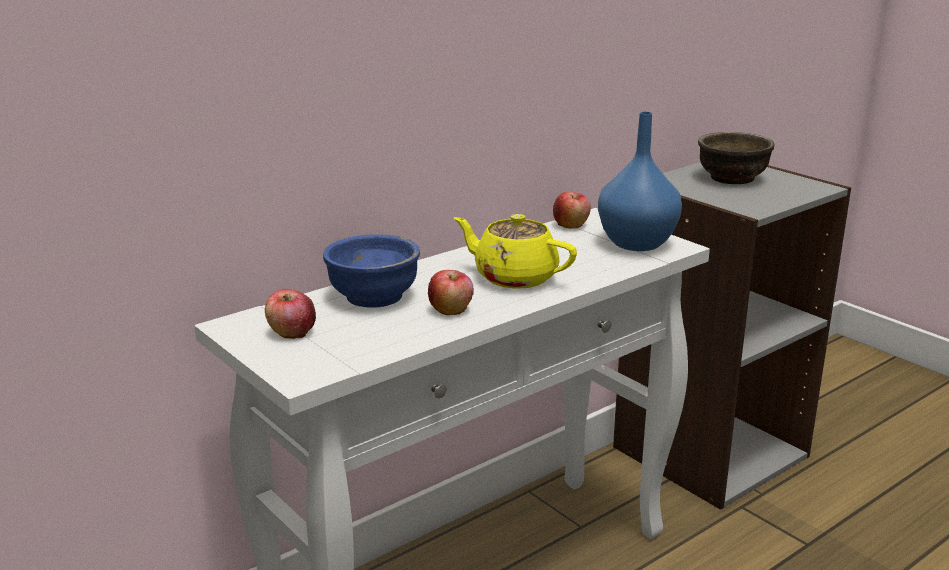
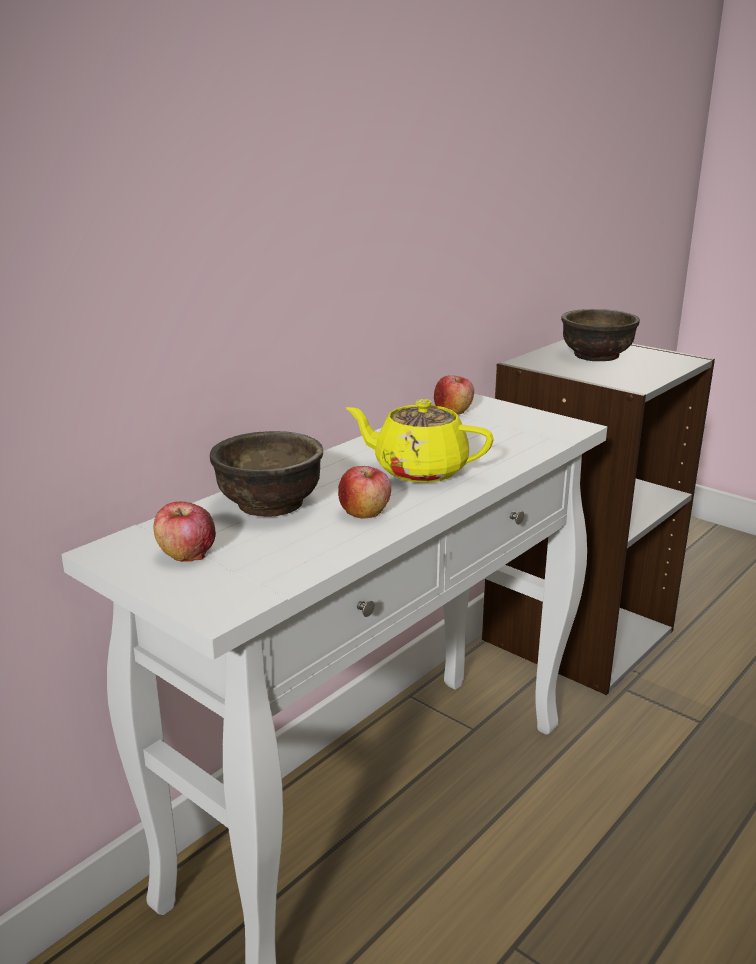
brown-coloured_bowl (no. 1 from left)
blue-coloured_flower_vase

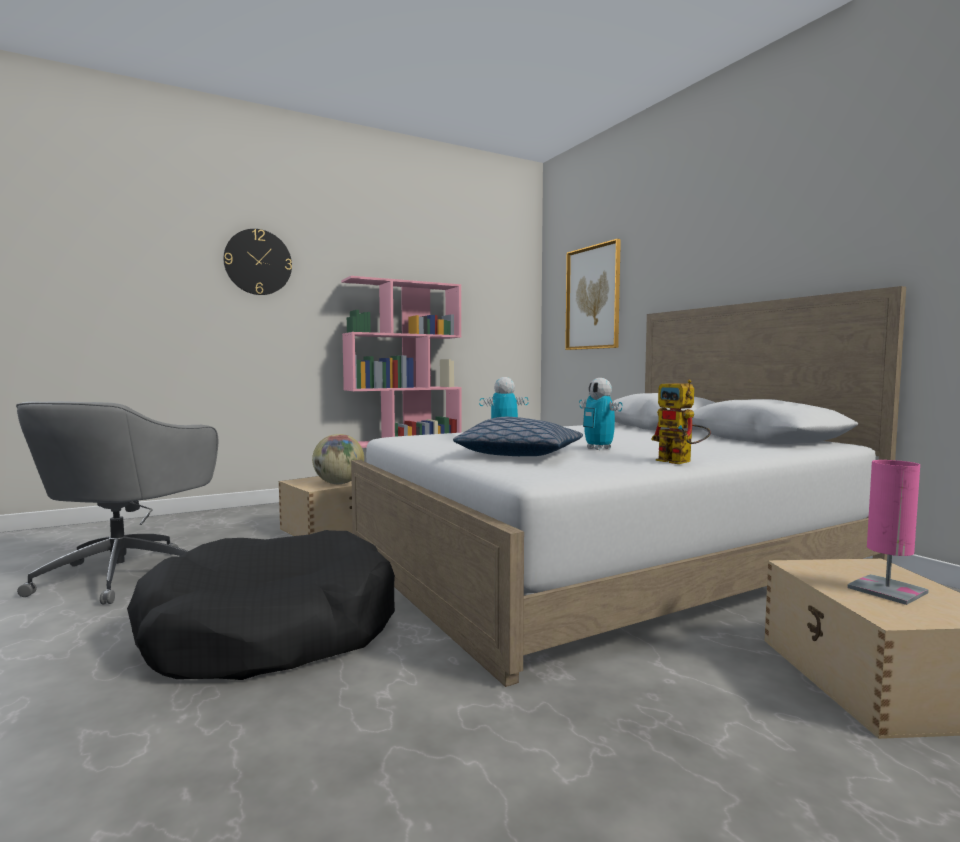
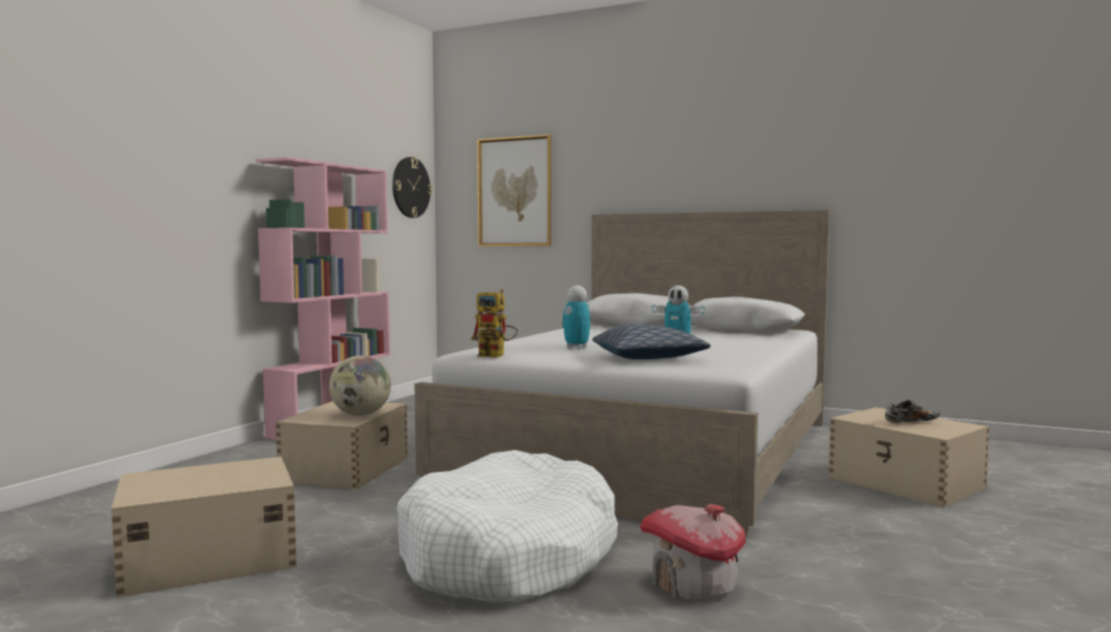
beige-coloured_storage_bin (no. 1 from left)
wall_clock
whitish_pet_bed
robot_figure (no. 1 from left)
toy_house
item_of_footwear

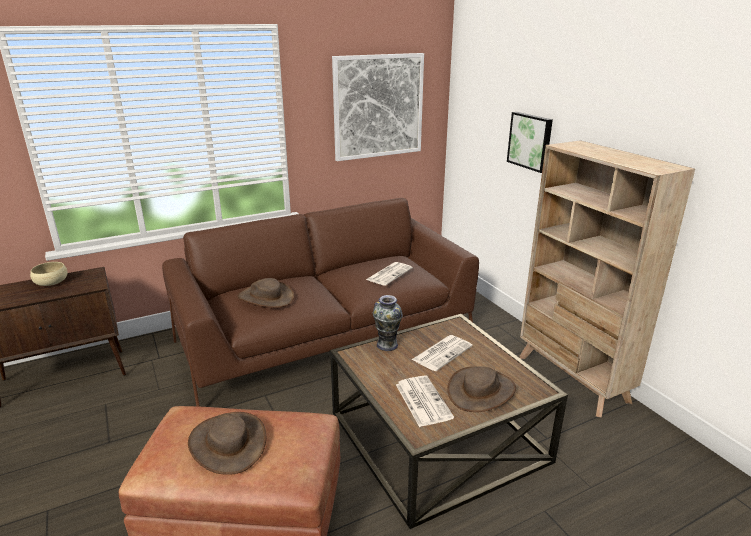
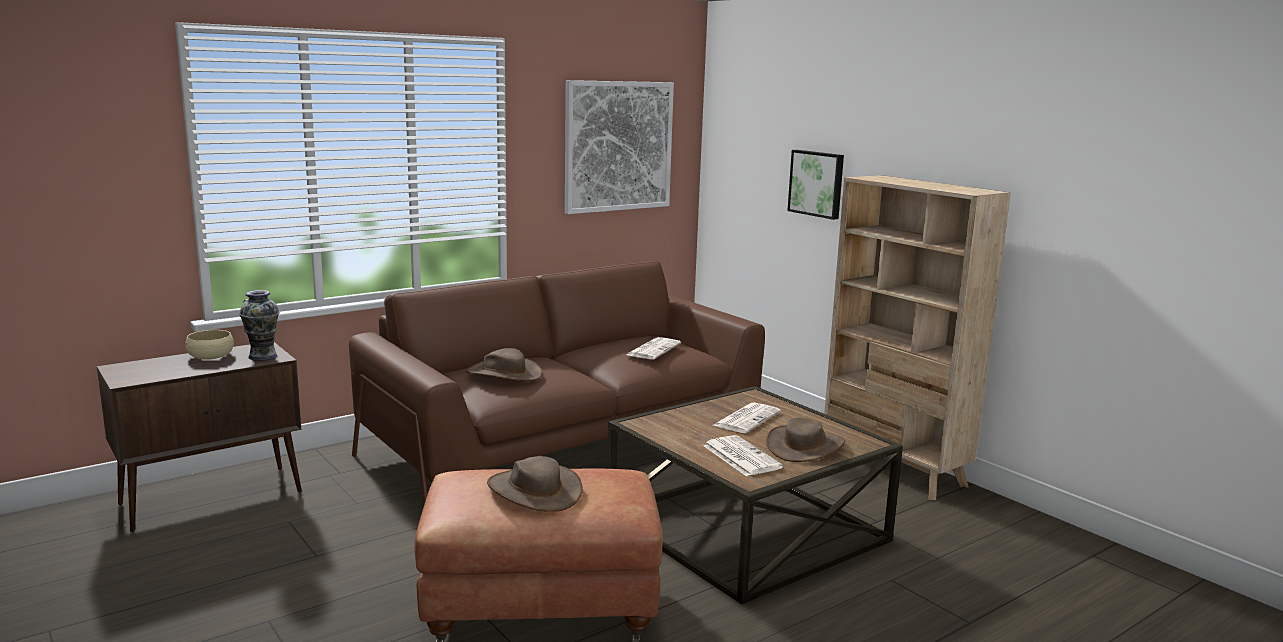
flower_vase

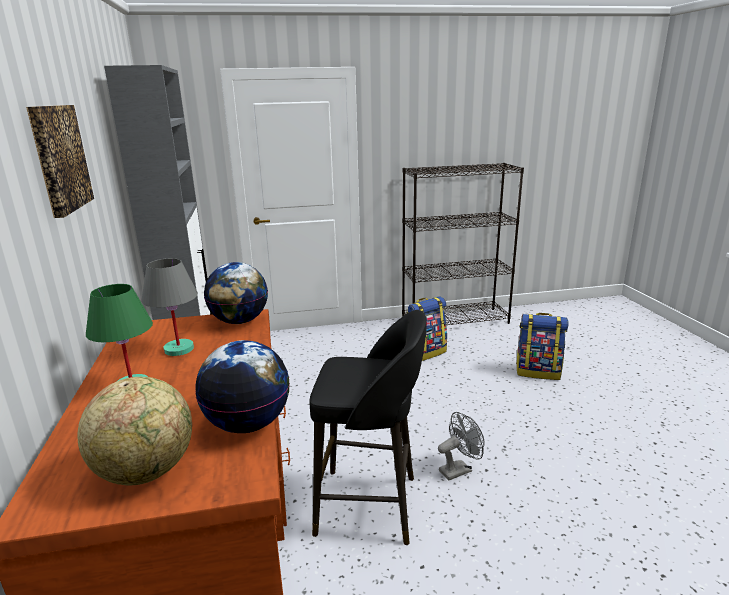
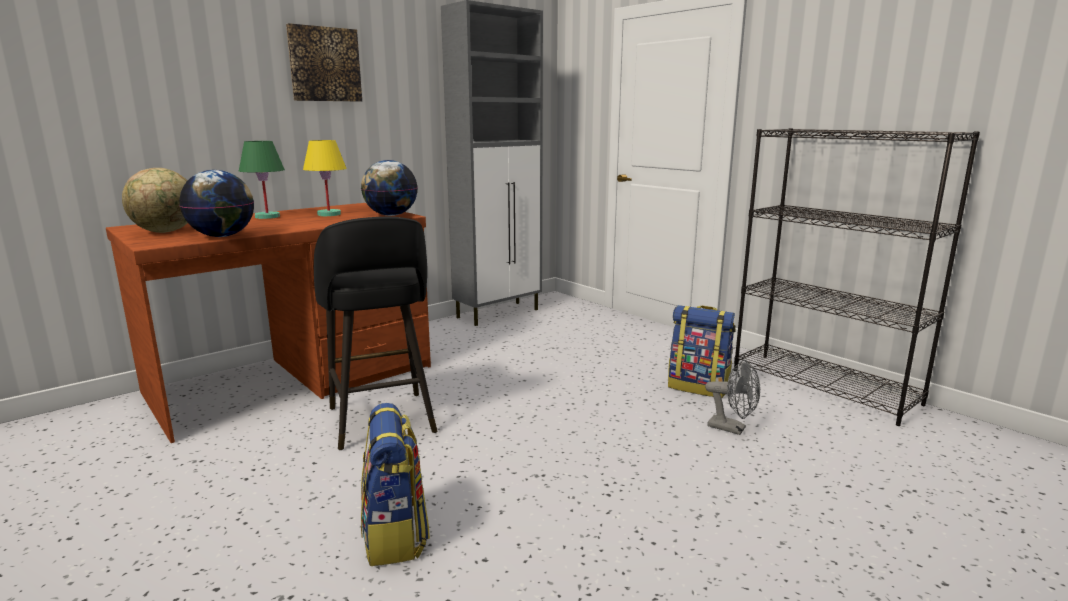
yellow_table_lamp
backpack (no. 1 from left)
greyish_fan

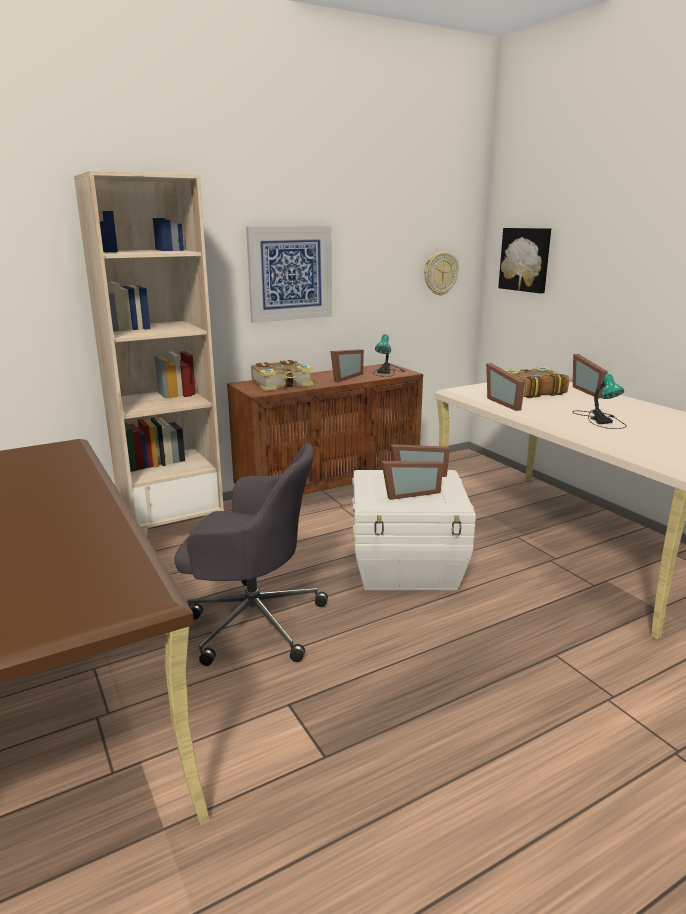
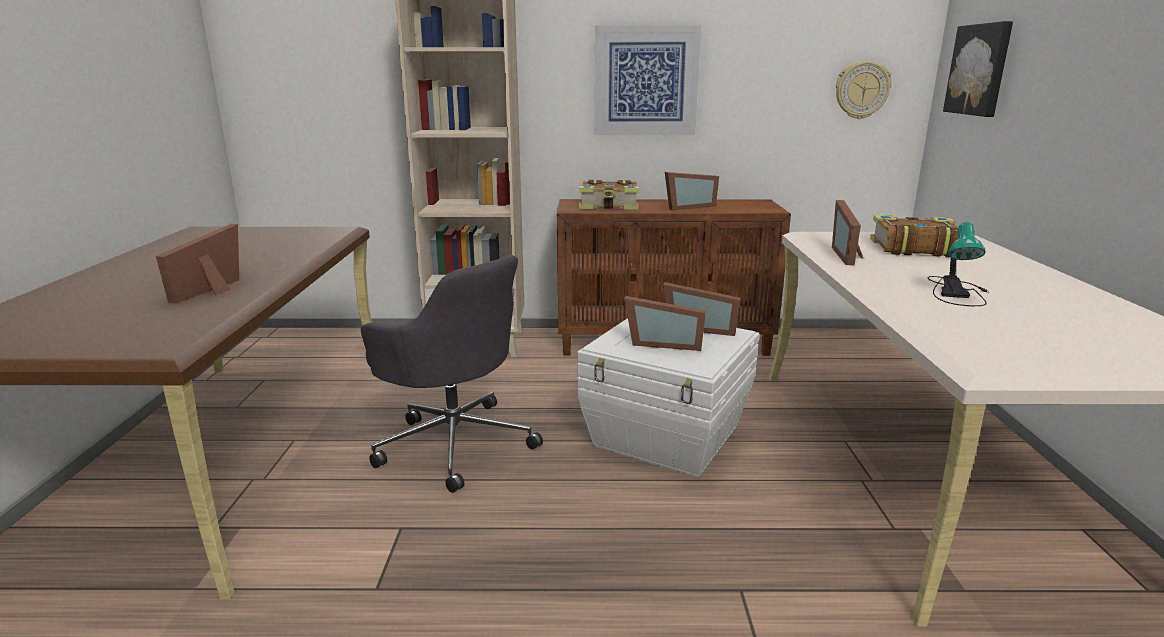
photo_frame (no. 1 from left)
table_lamp (no. 1 from left in the first image)

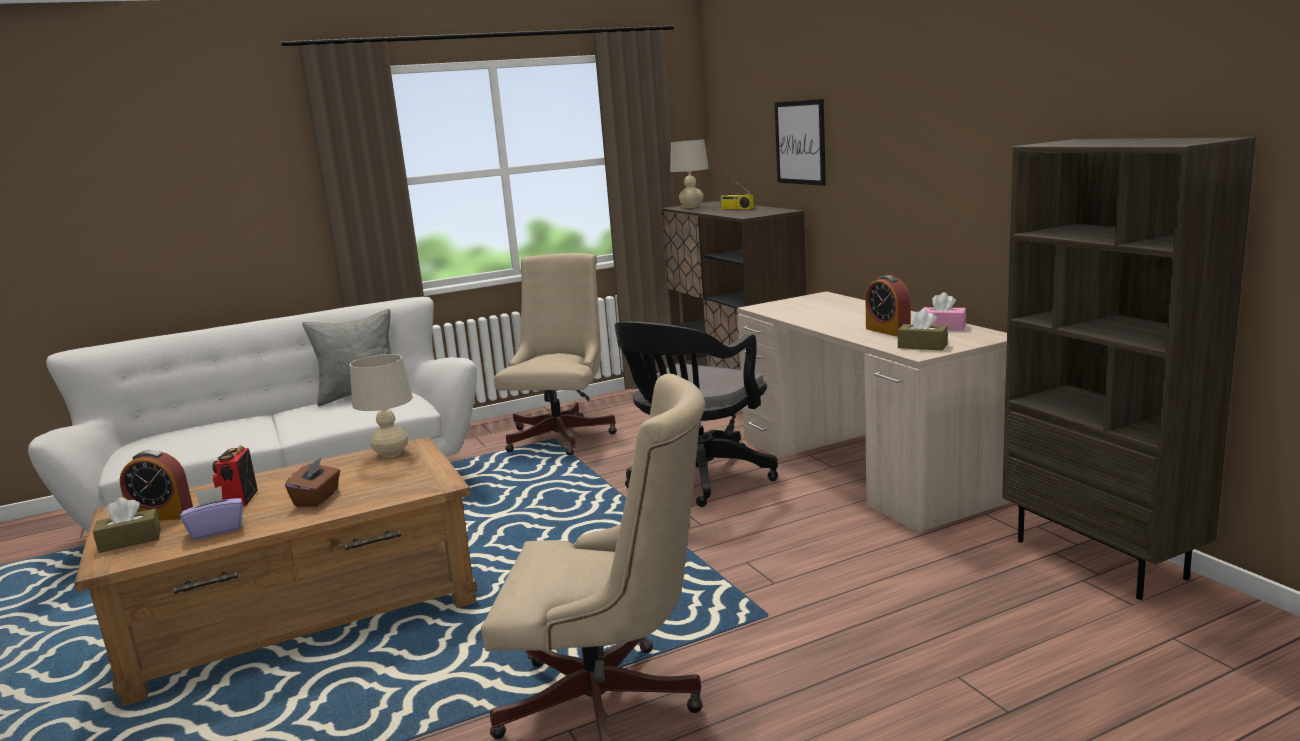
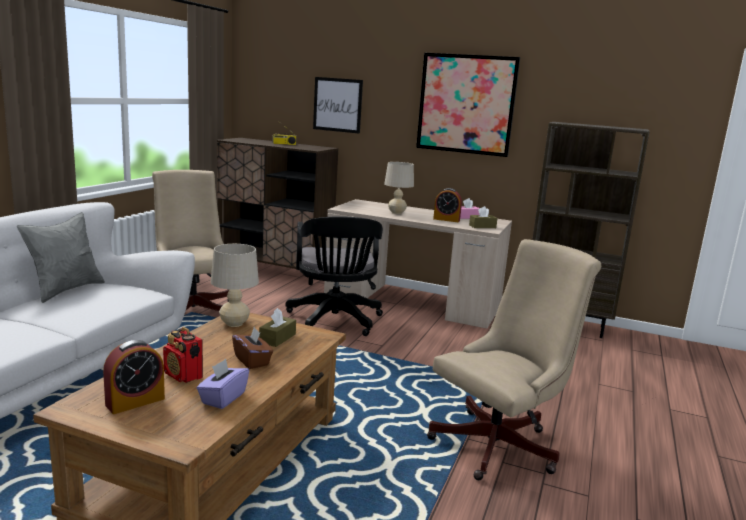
brown-coloured_tissue_box (no. 2 from left)
beige-coloured_table_lamp (no. 2 from left)
wall_picture (no. 2 from left)

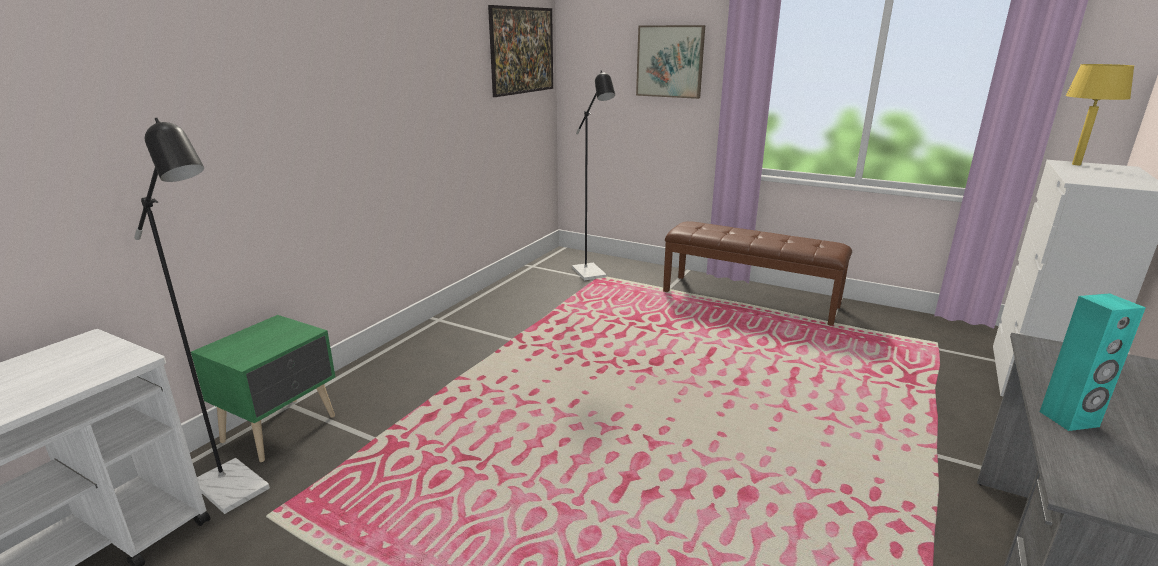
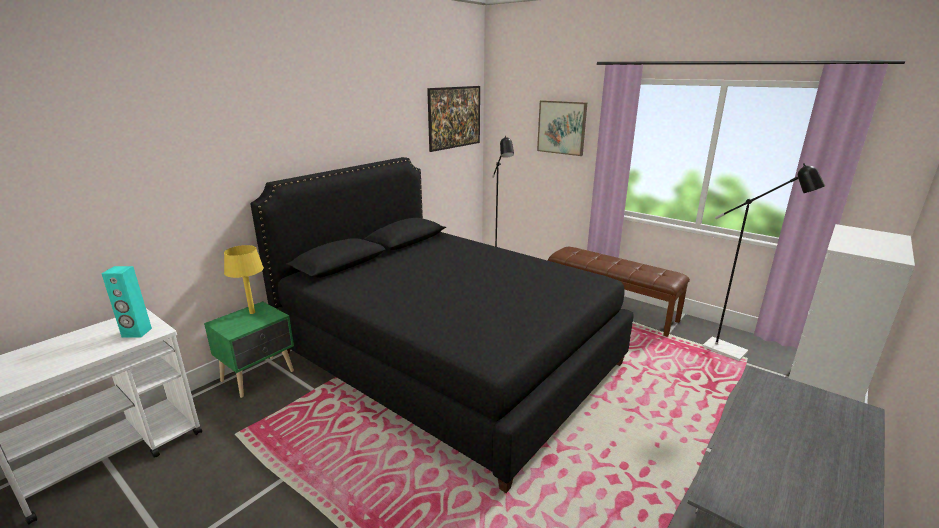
blue-green_loudspeaker
yellow_table_lamp
black-coloured_bed
black-coloured_standing_lamp (no. 2 from left)

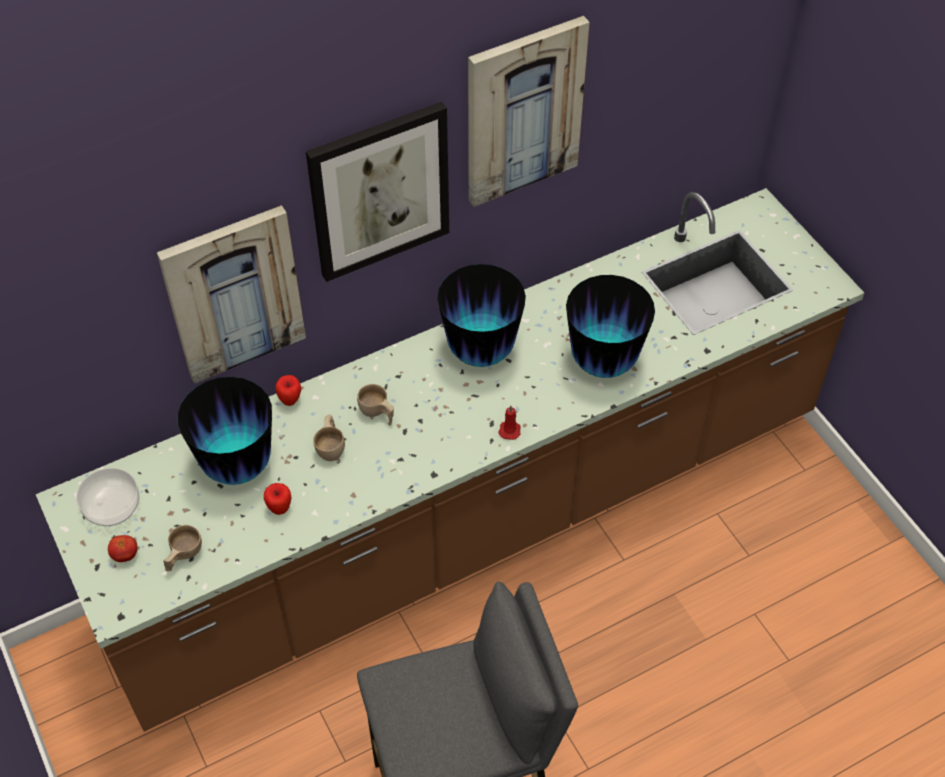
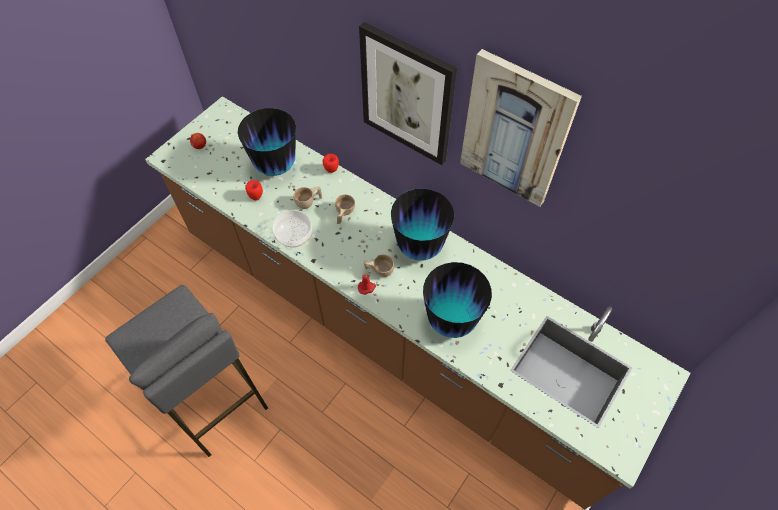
bowl
beige-coloured_drinking_cup (no. 3 from left)
wall_picture (no. 1 from left in the first image)

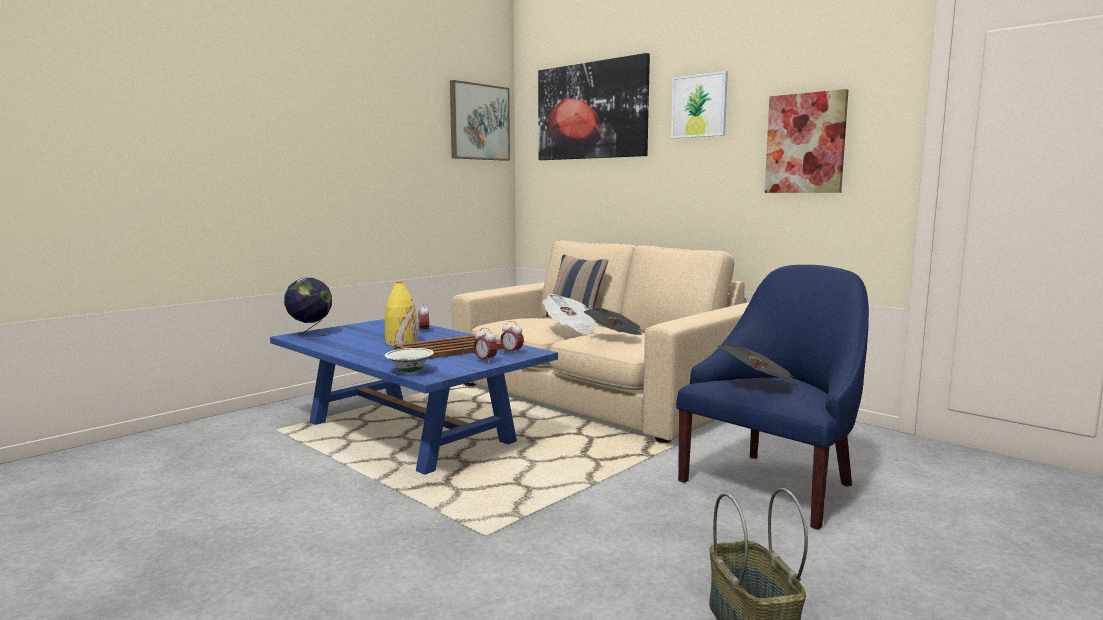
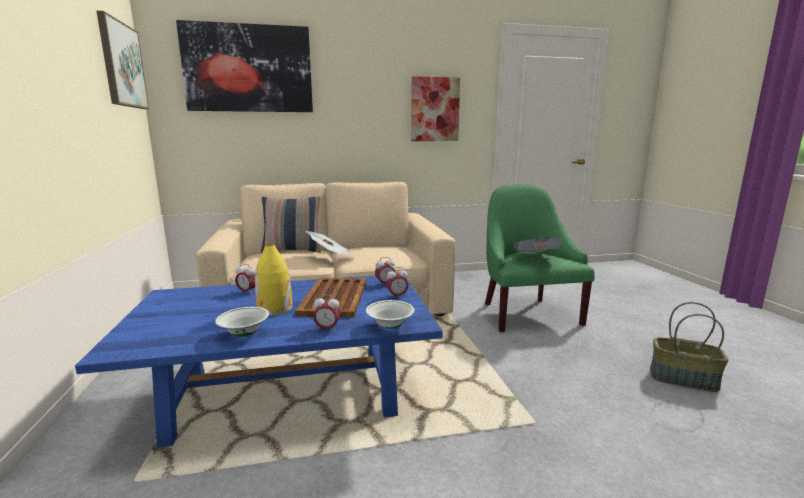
whitish_bowl (no. 1 from left)
table_clock (no. 2 from left)
green_easy_chair
desk_globe
newspaper (no. 2 from left in the first image)
wall_picture (no. 3 from left in the first image)

